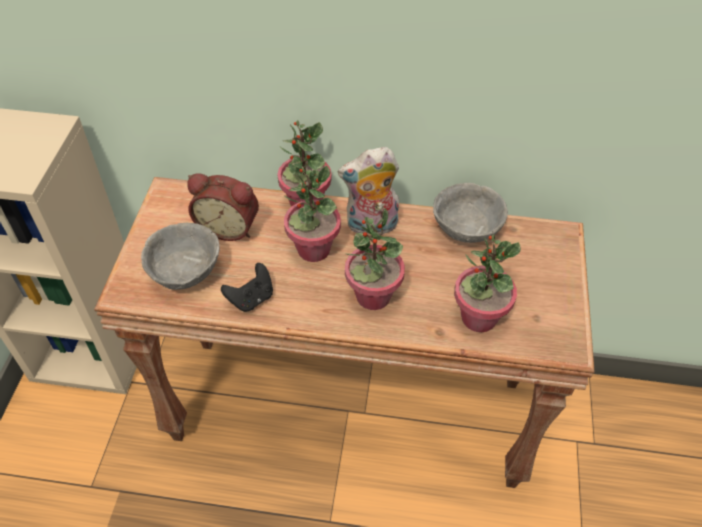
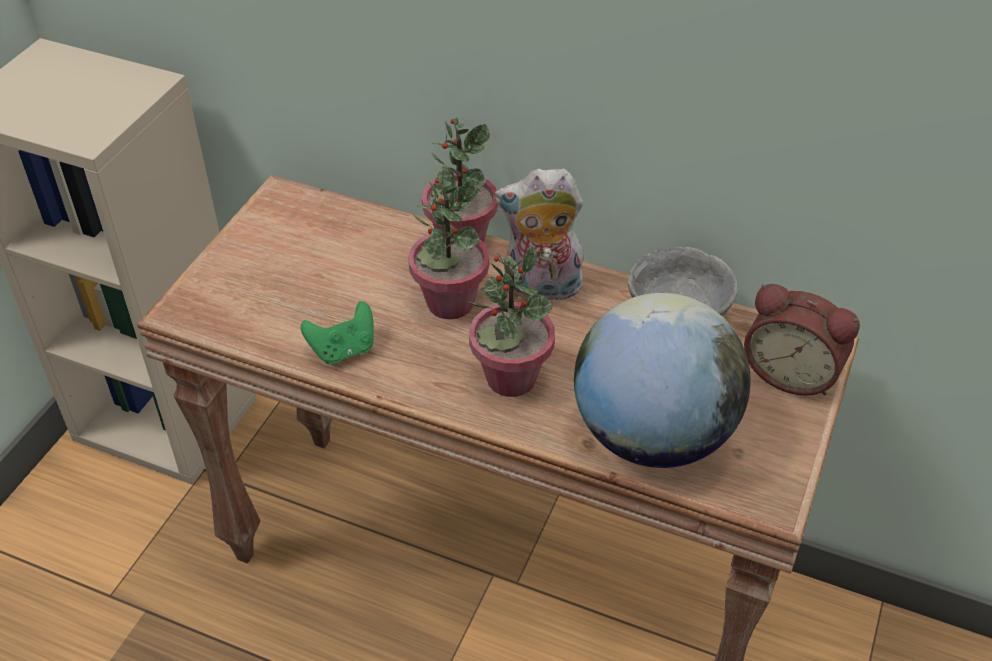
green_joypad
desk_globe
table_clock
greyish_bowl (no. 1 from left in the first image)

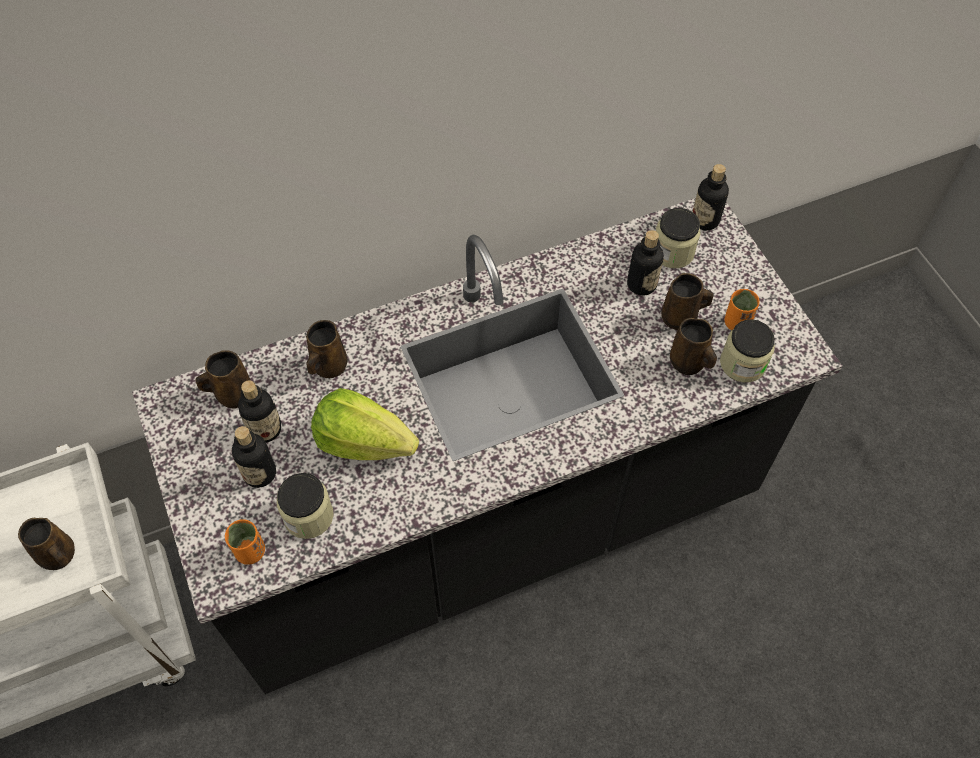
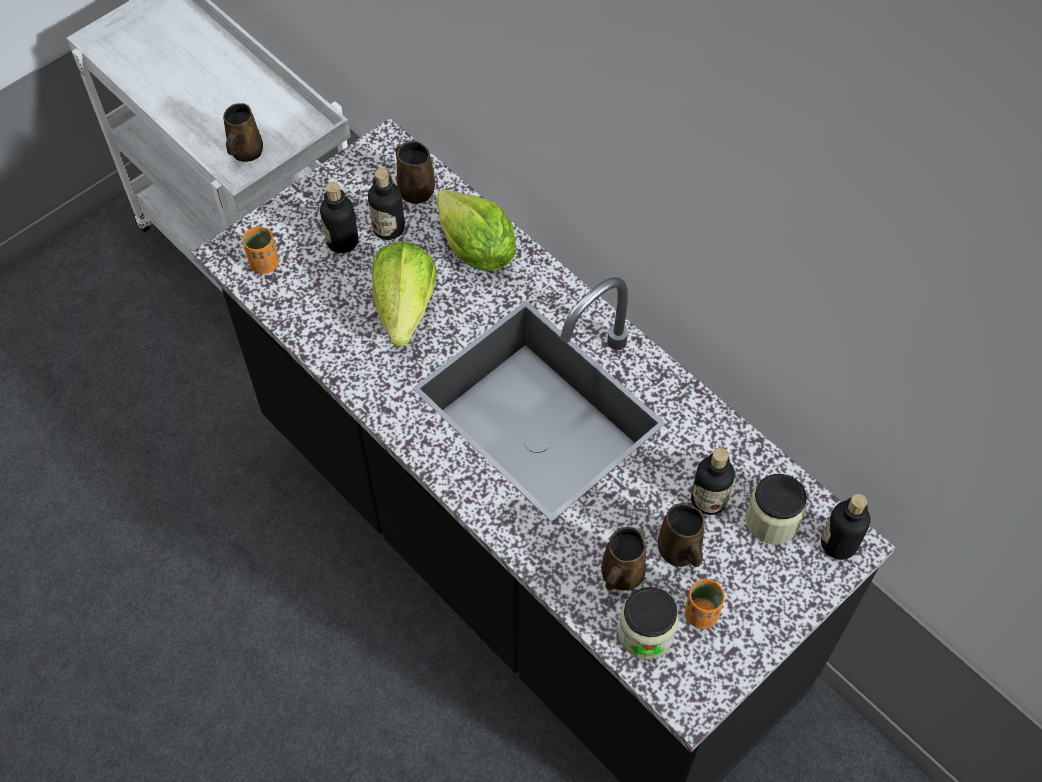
lettuce_head (no. 2 from left)
preserve_jar (no. 1 from left in the first image)

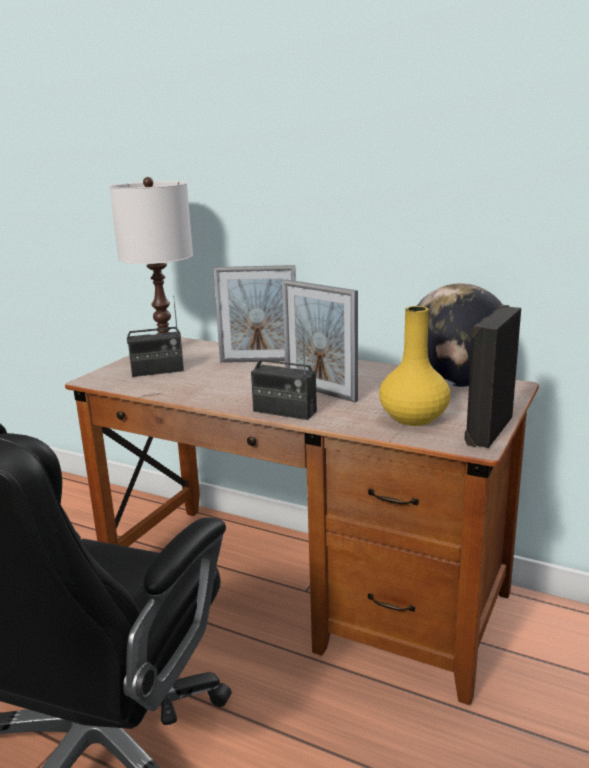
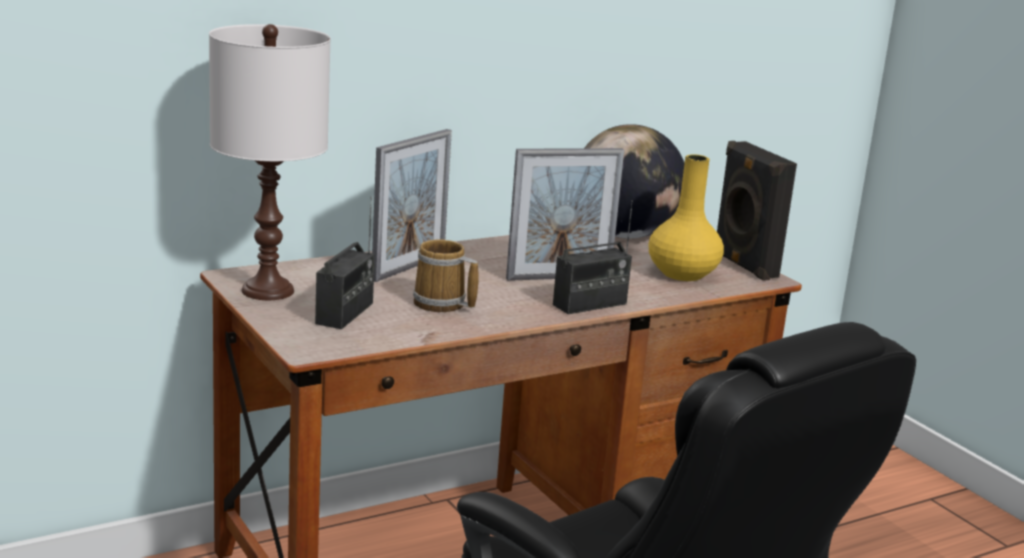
mug

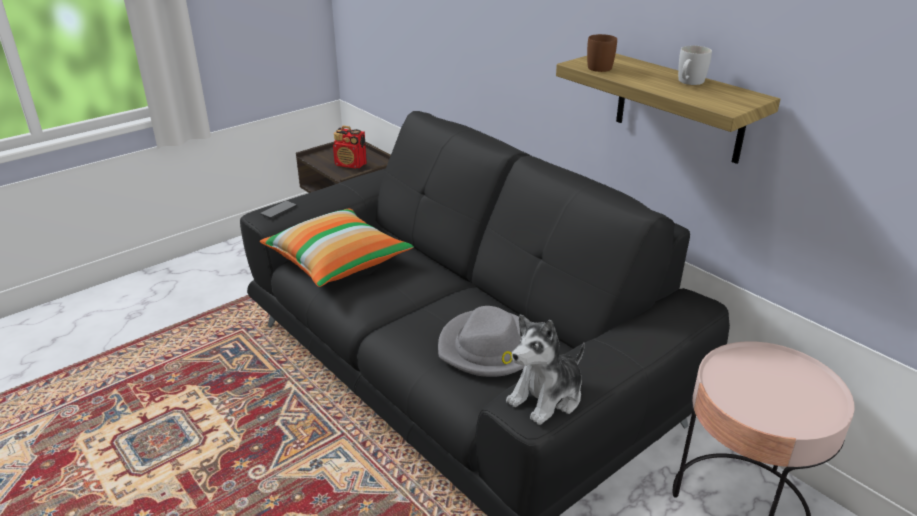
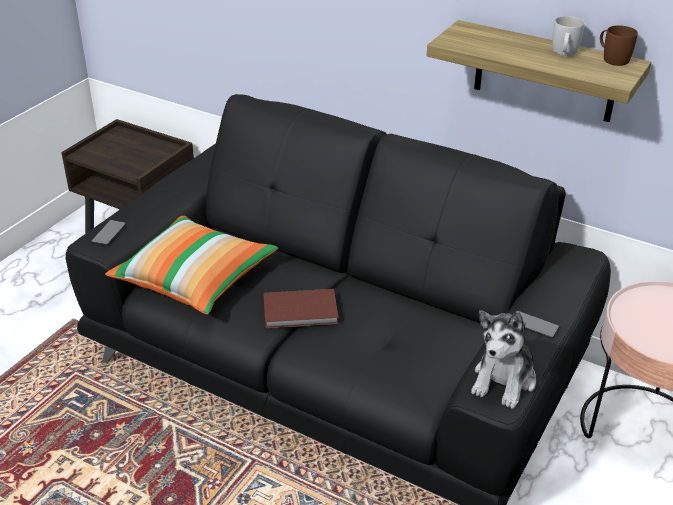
brown-coloured_volume
handset (no. 2 from left)
brown-coloured_mug
radio_set
greyish_clothing_hat

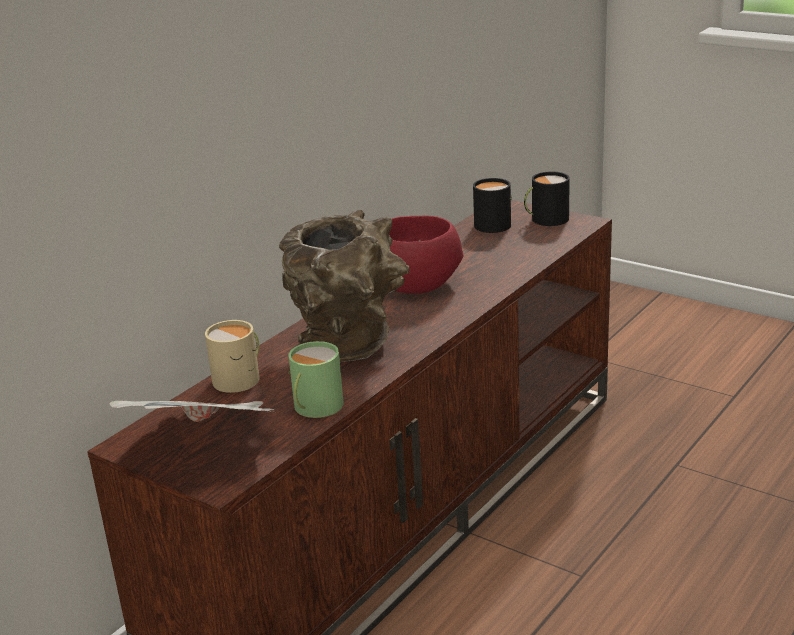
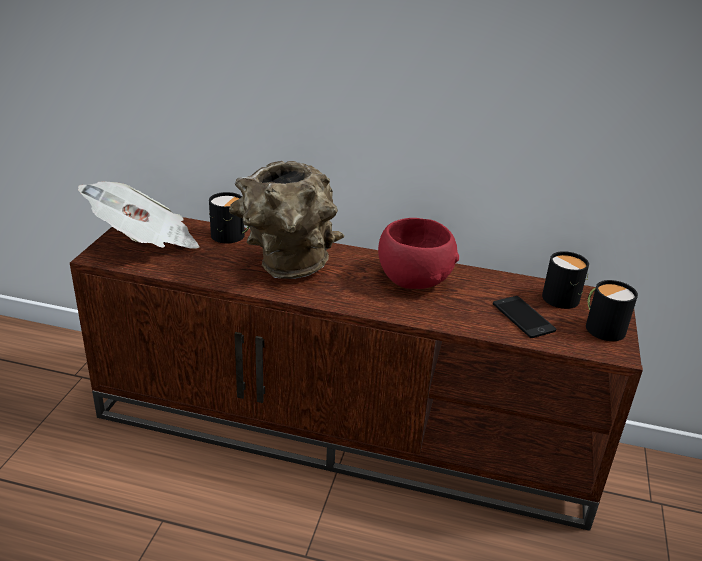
black-coloured_mug (no. 1 from left)
handset
green_mug

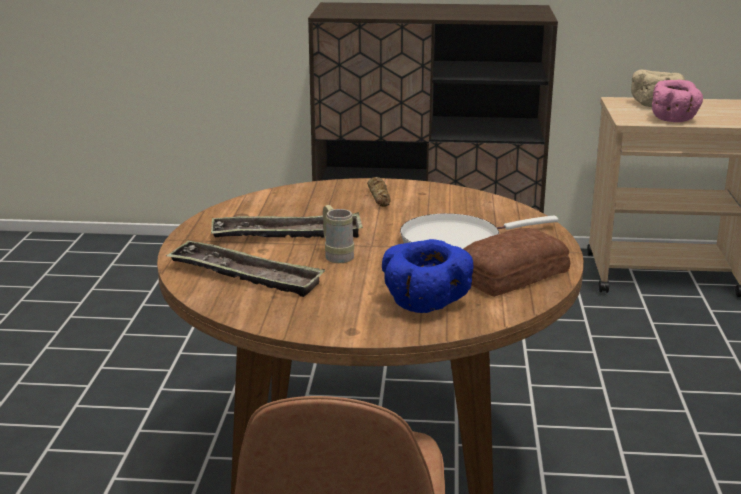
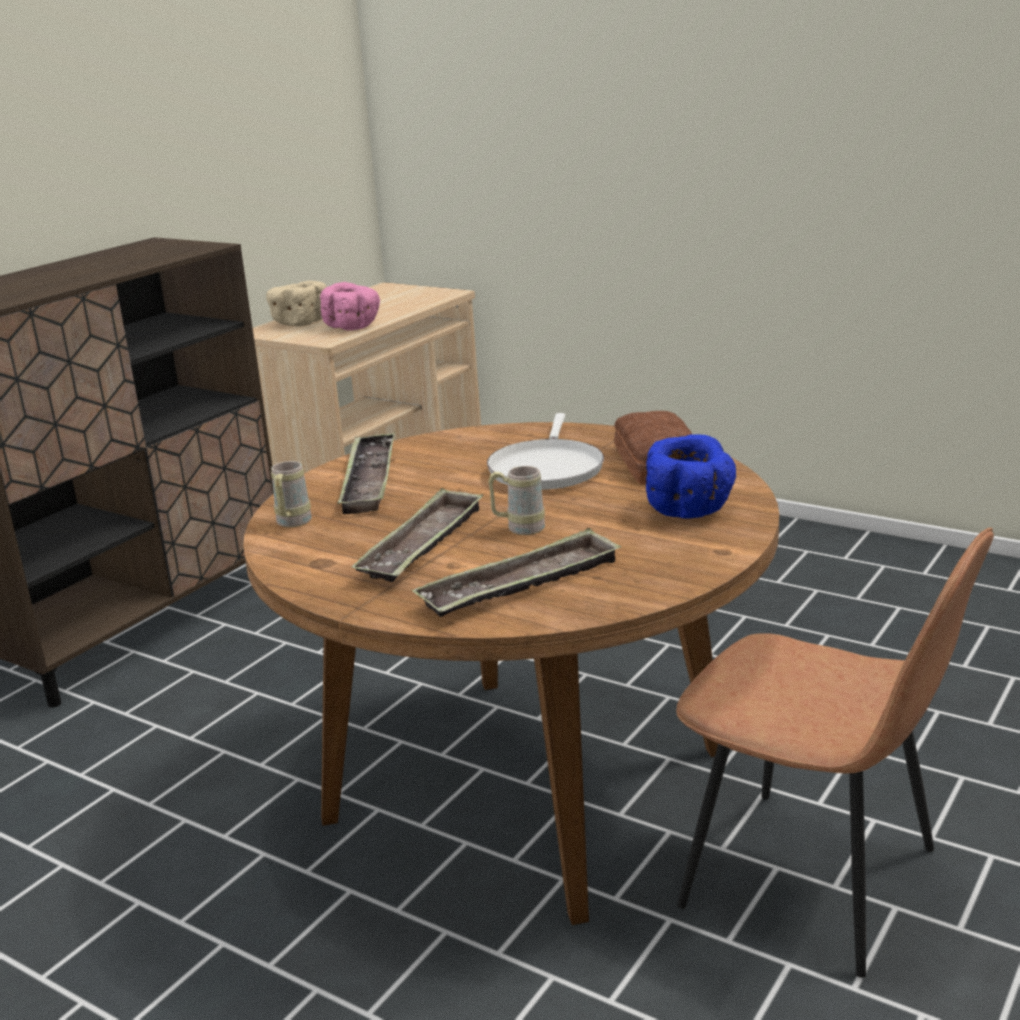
beige-coloured_mug (no. 1 from left)
carrying_tray (no. 1 from left)

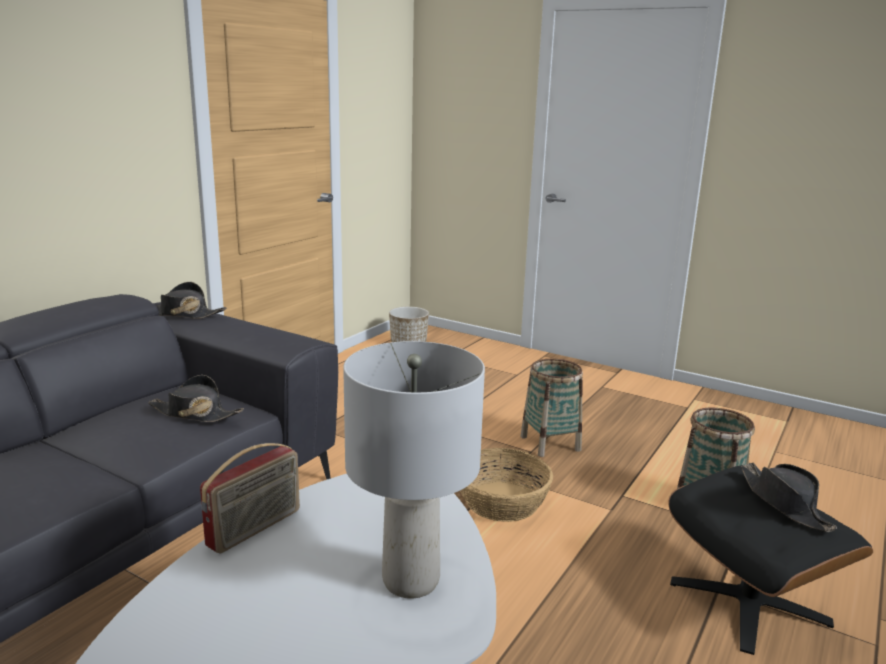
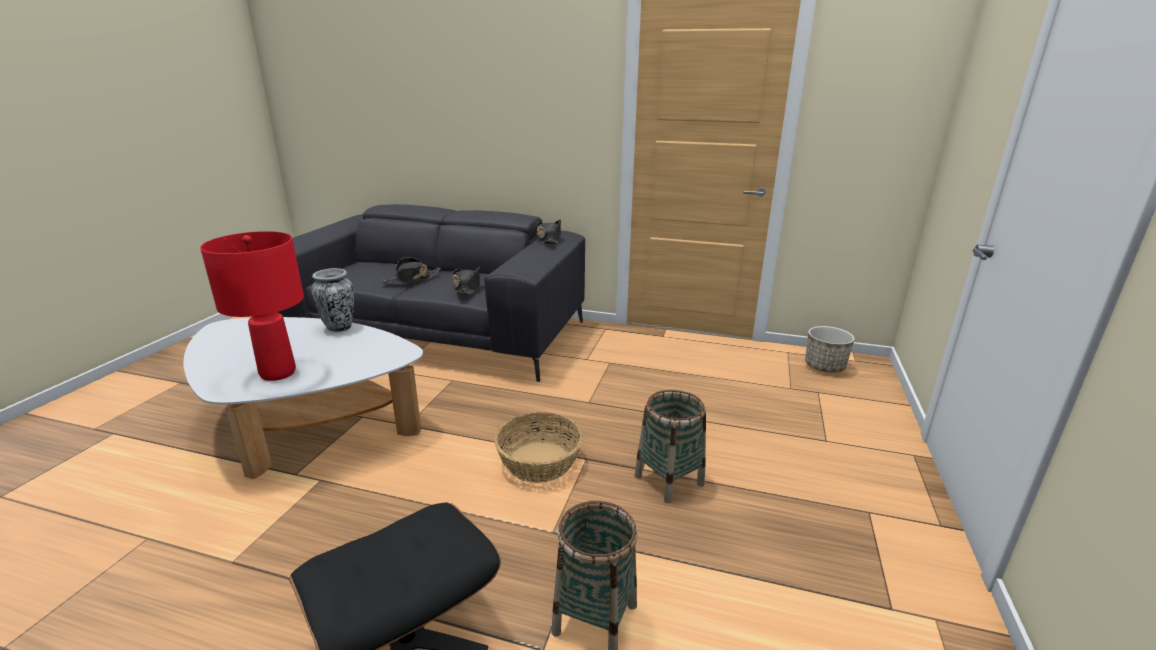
red-coloured_table_lamp
flower_vase
black-coloured_clothing_hat (no. 1 from left)

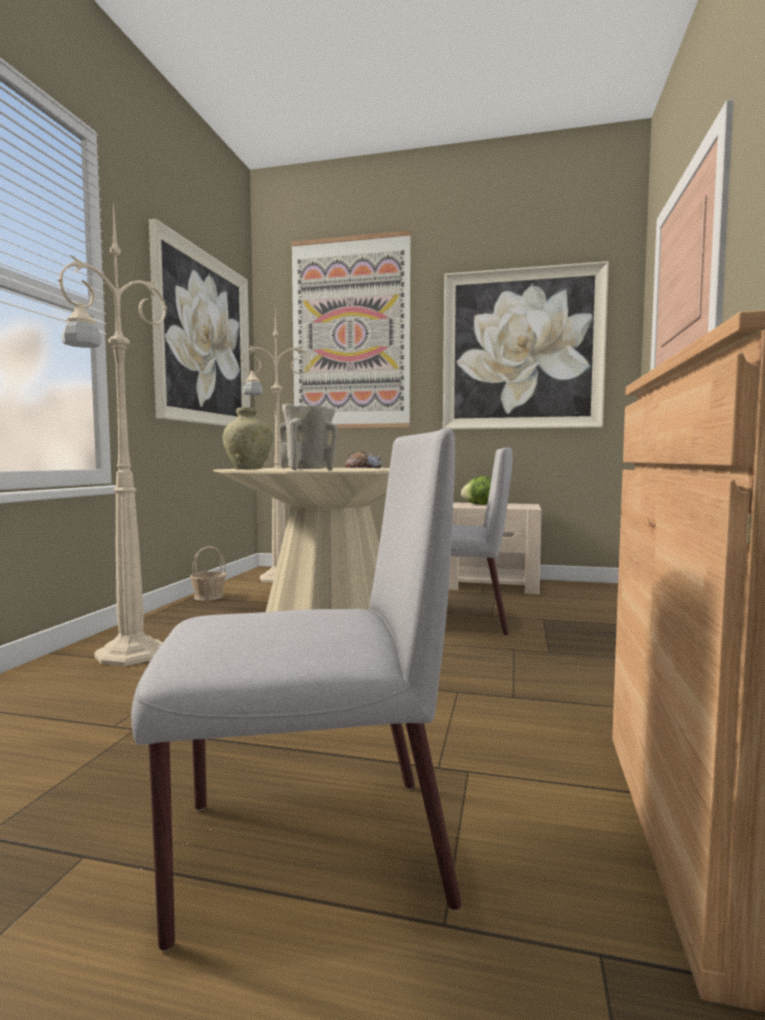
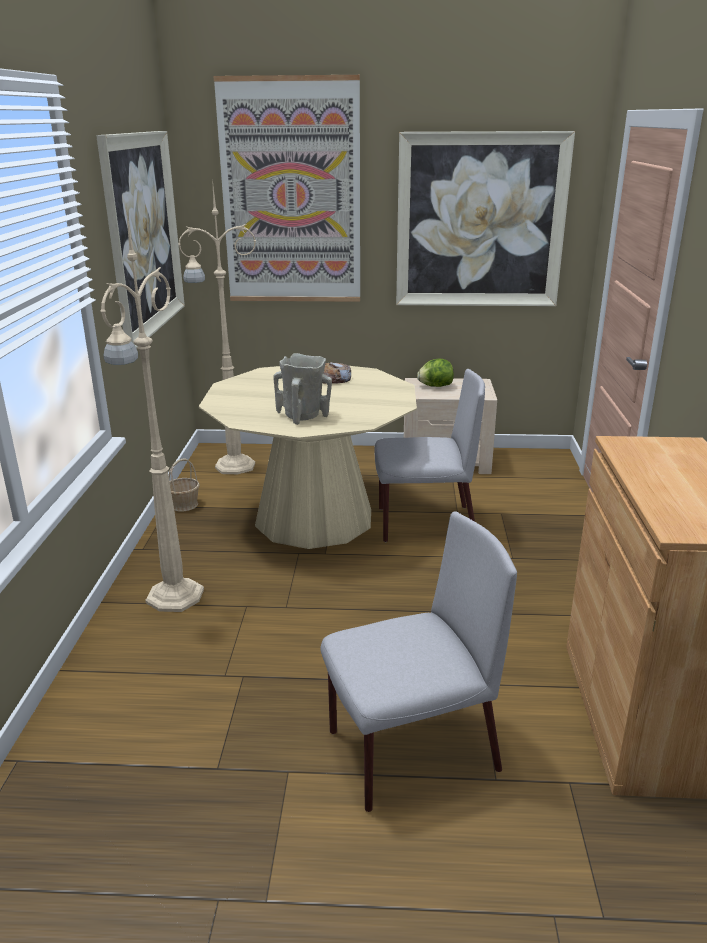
beige-coloured_flower_vase (no. 1 from left in the first image)

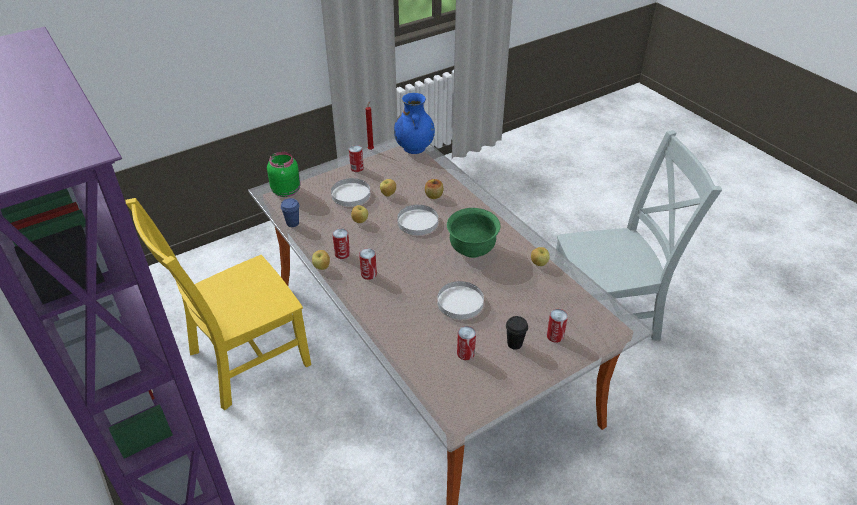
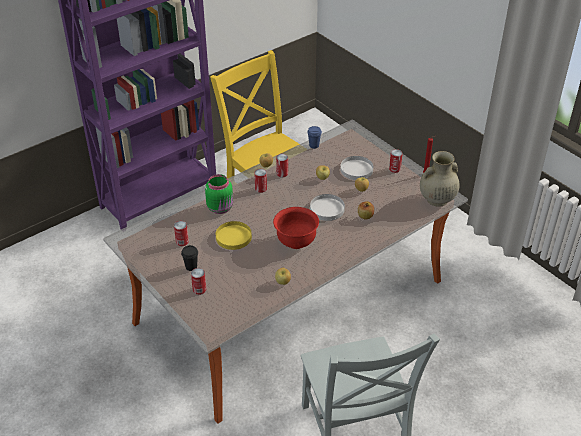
green_preserve_jar
yellow_plate
red-coloured_bowl
beige-coloured_flower_vase

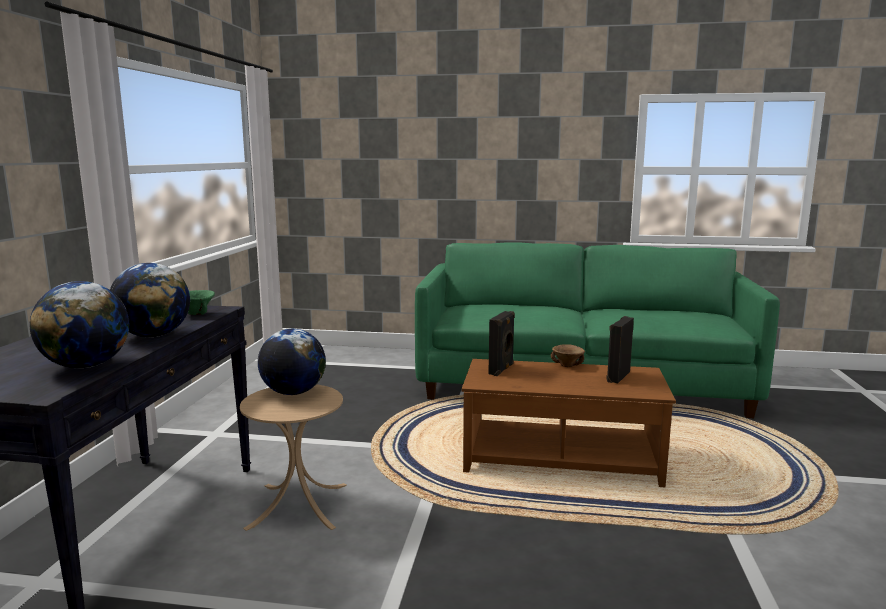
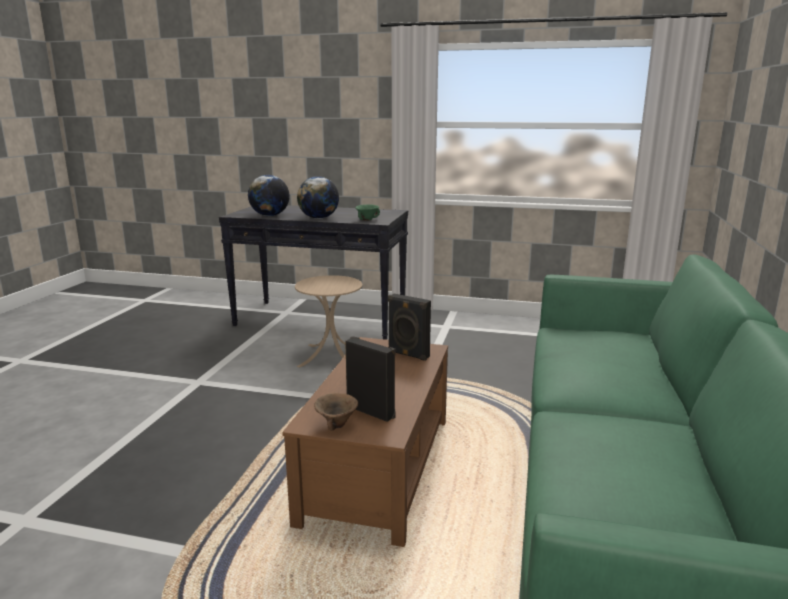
brown-coloured_bowl
desk_globe (no. 3 from left in the first image)

